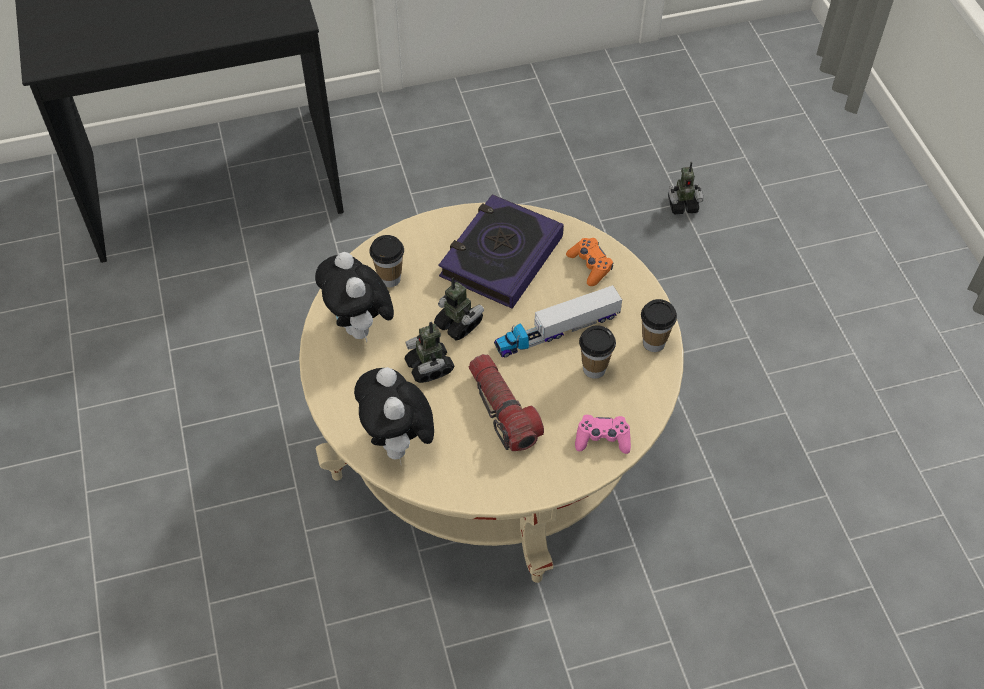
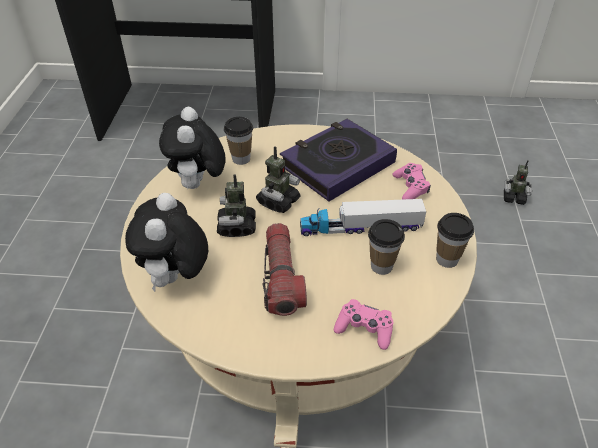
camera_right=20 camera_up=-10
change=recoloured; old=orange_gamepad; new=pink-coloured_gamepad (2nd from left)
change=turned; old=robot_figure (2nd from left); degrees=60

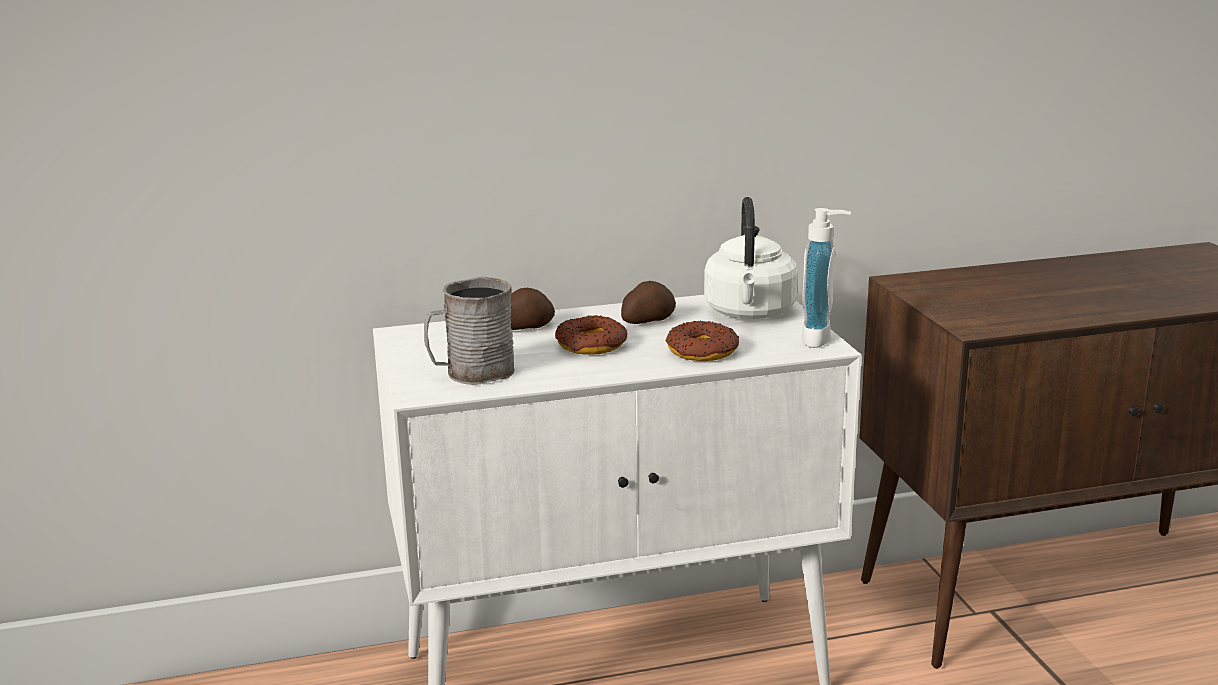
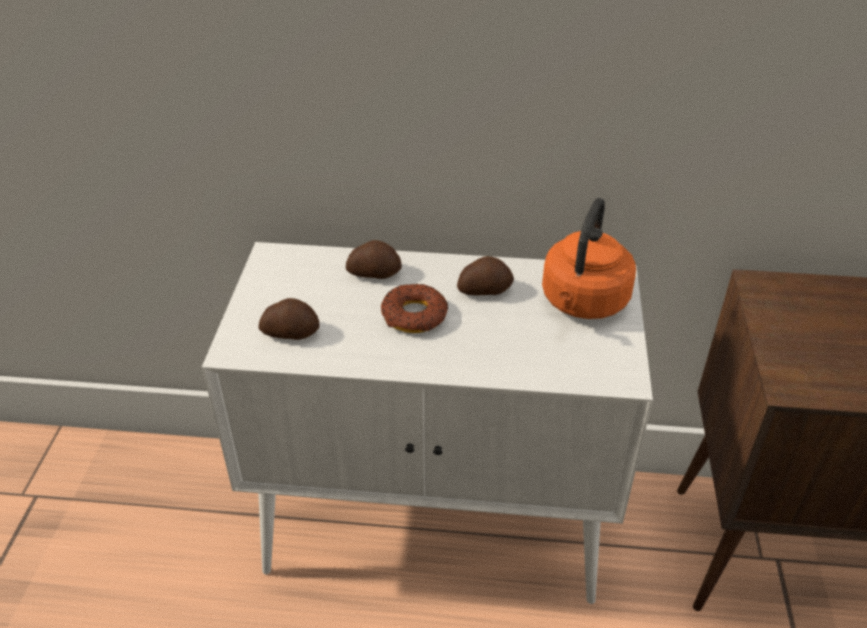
camera_right=20 camera_up=20
change=removed; old=donut (2nd from left)
change=removed; old=soap_dispenser
change=replaced; old=gray_coffee_mug; new=spud (1st from left)
change=recoloured; old=whitish_water_kettle; new=orange_water_kettle

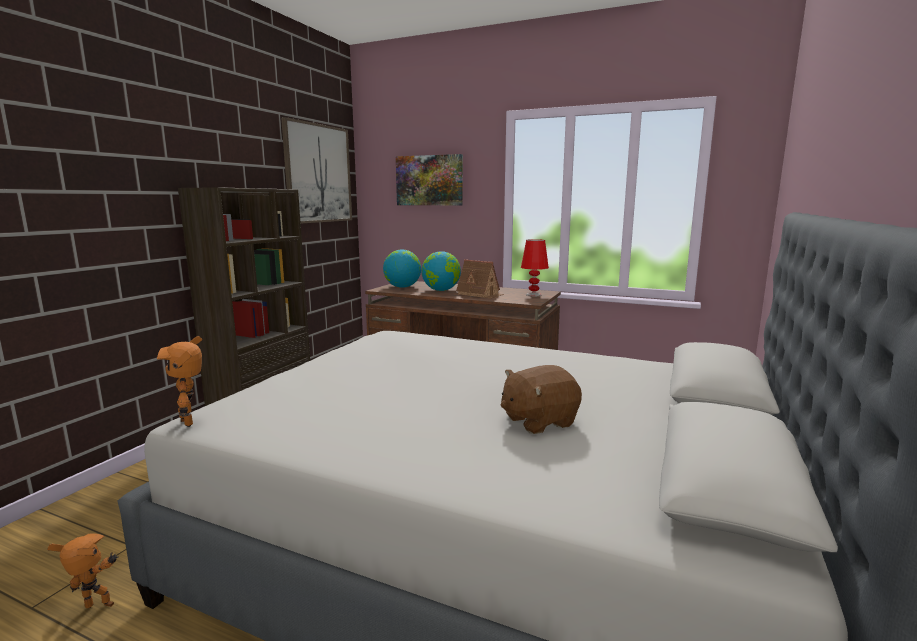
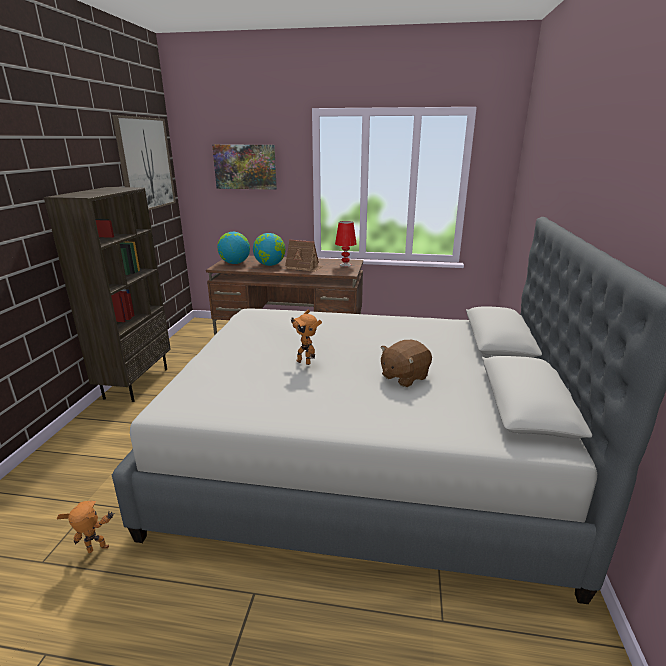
camera_right=-15 camera_up=10
change=moved; old=robot_figure (2nd from left)

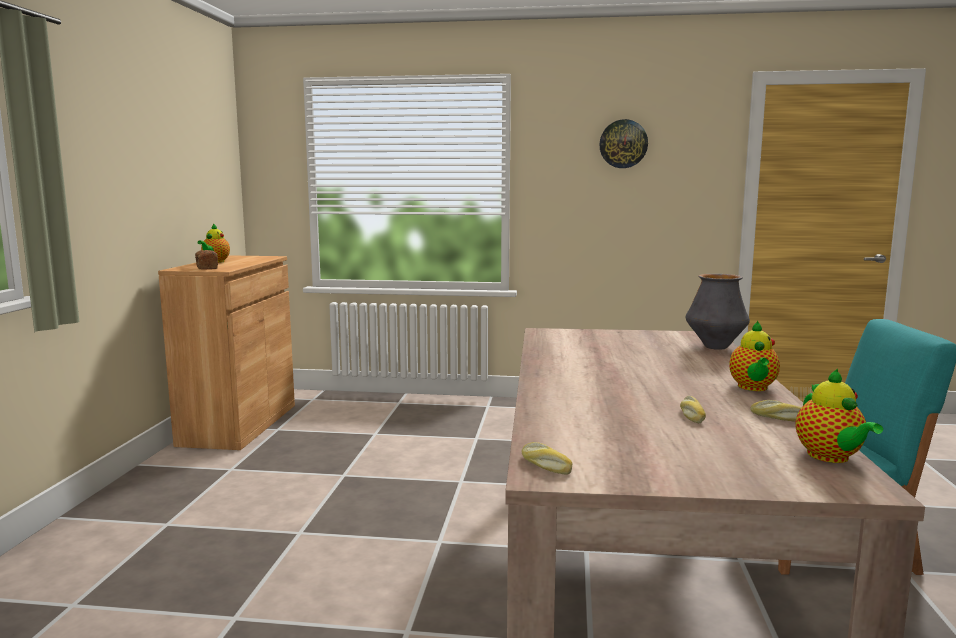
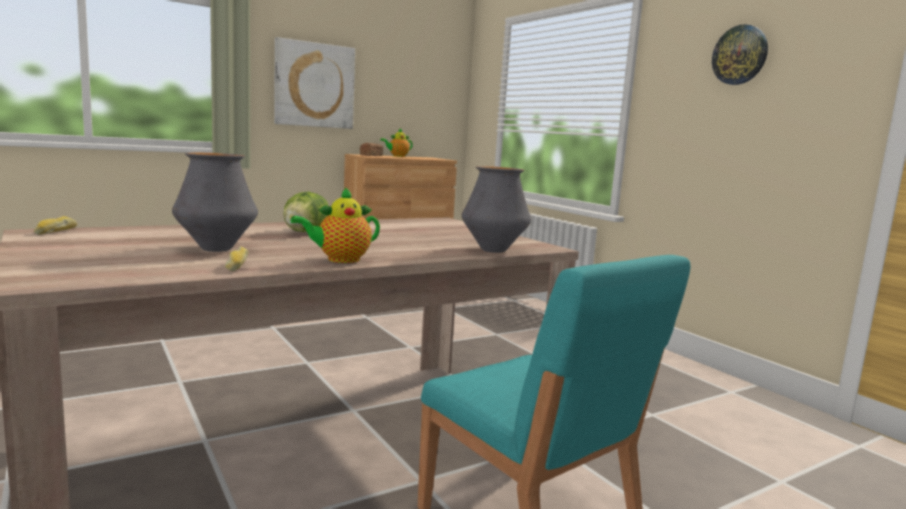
camera_right=50 camera_up=0
change=removed; old=tea_pot (3rd from left)
change=added; new=wall_art
change=added; new=lettuce
change=replaced; old=bakery_bread (3rd from left); new=vase (1st from left)

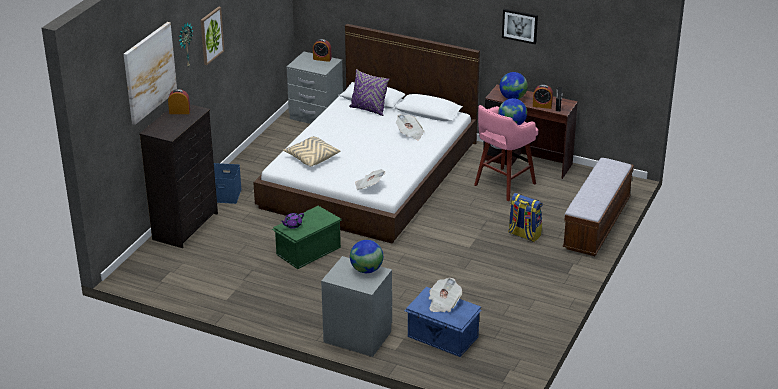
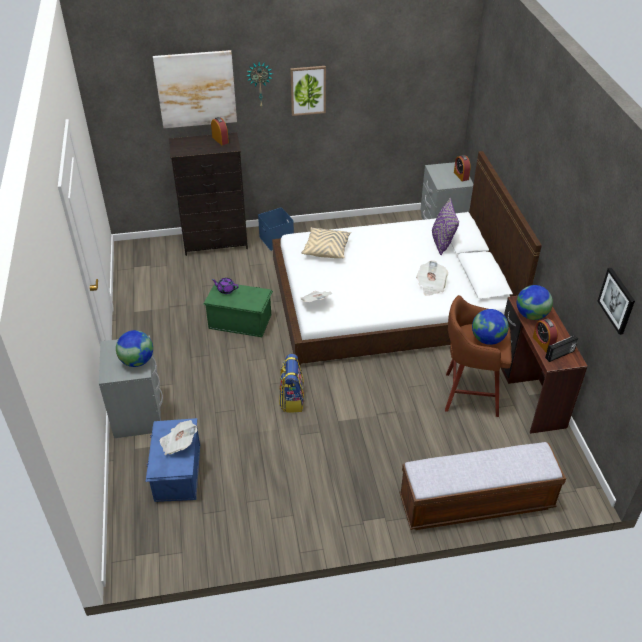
camera_right=55 camera_up=10
change=moved; old=wall_art (3rd from left)
change=moved; old=backpack
change=recoloured; old=pink-coloured_stool_seat; new=brown-coloured_stool_seat

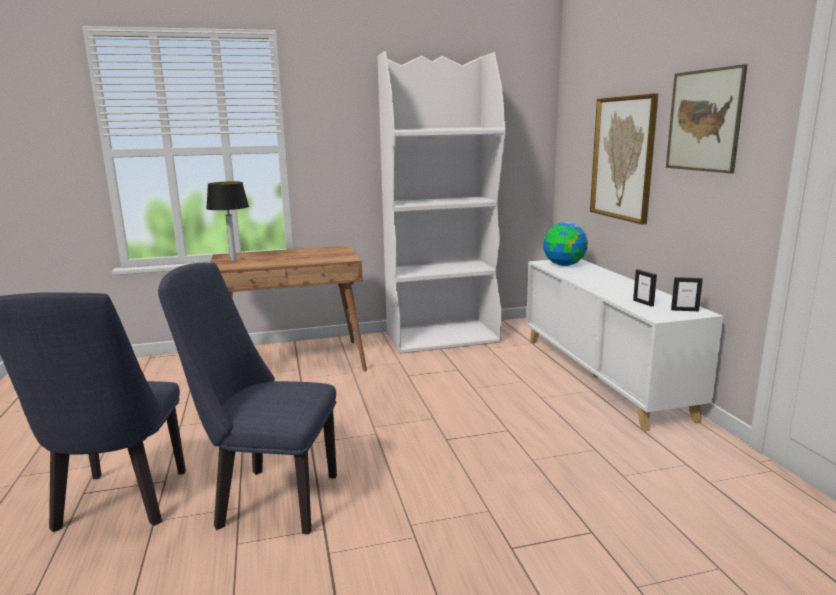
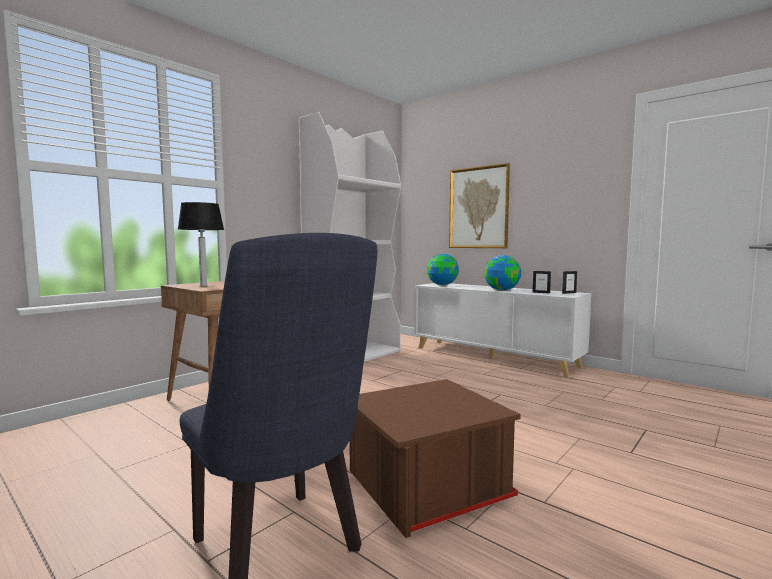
camera_right=-35 camera_up=-10
change=removed; old=wall_art (2nd from left)
change=added; new=desk_globe (2nd from left)
change=replaced; old=blue-coloured_upright_chair (2nd from left); new=brown-coloured_storage_box

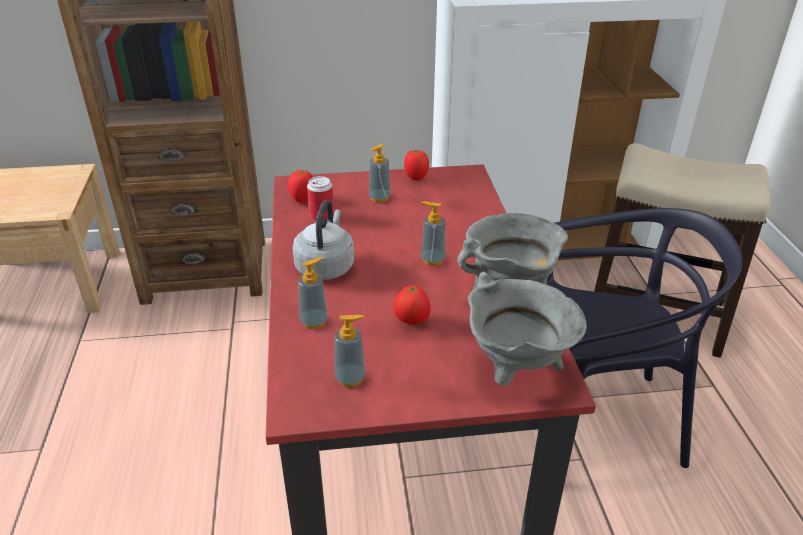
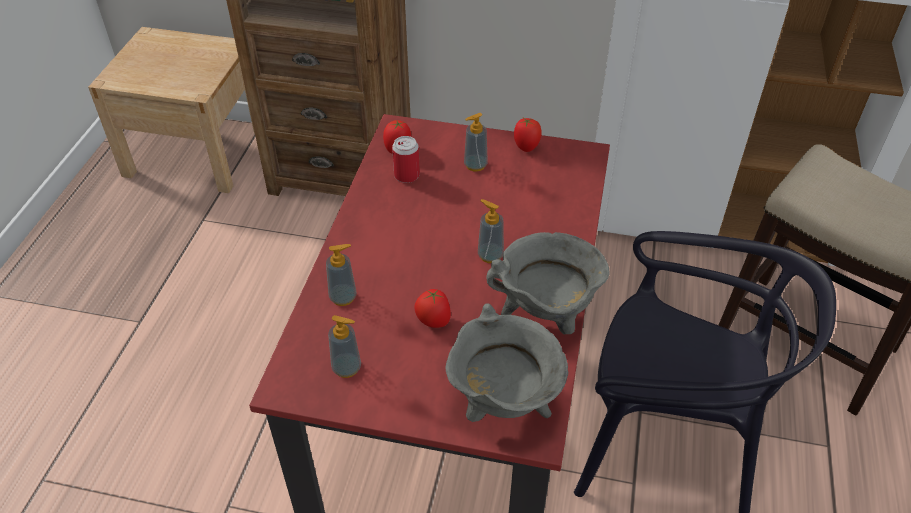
camera_right=20 camera_up=10
change=removed; old=gray_water_kettle

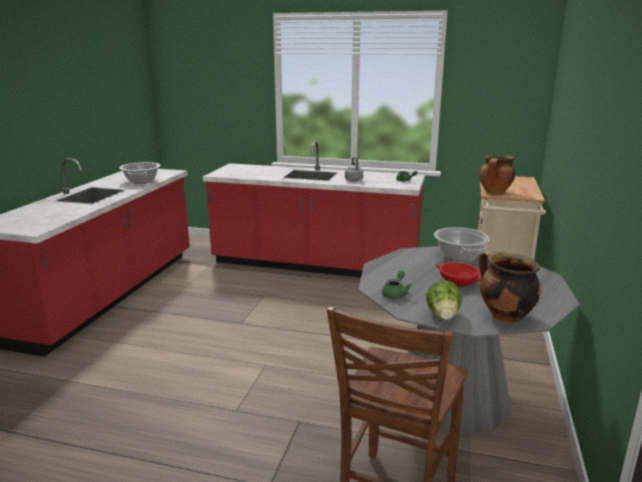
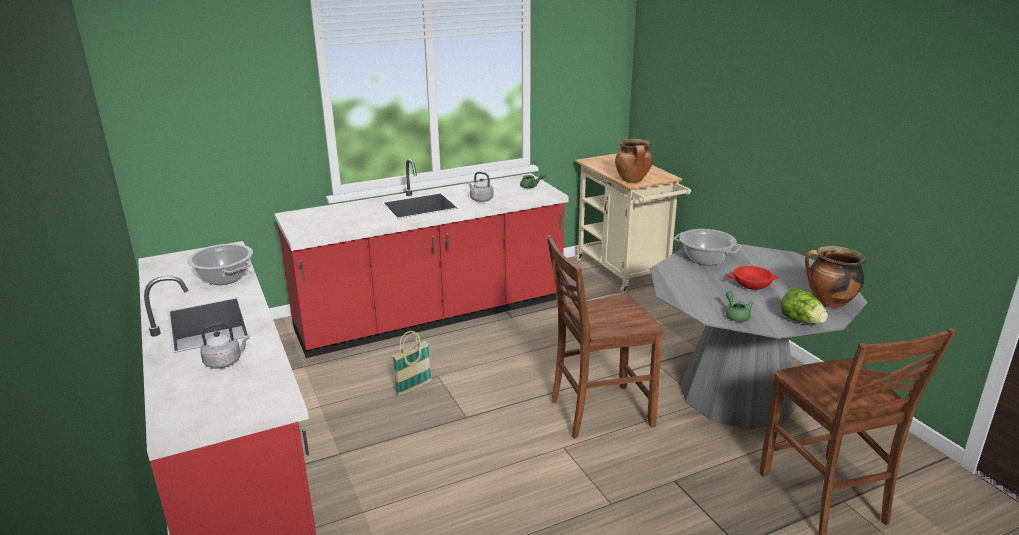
camera_right=-40 camera_up=5
change=added; new=gray_water_kettle (1st from left)
change=added; new=household_basket
change=added; new=brown-coloured_upright_chair (1st from left)

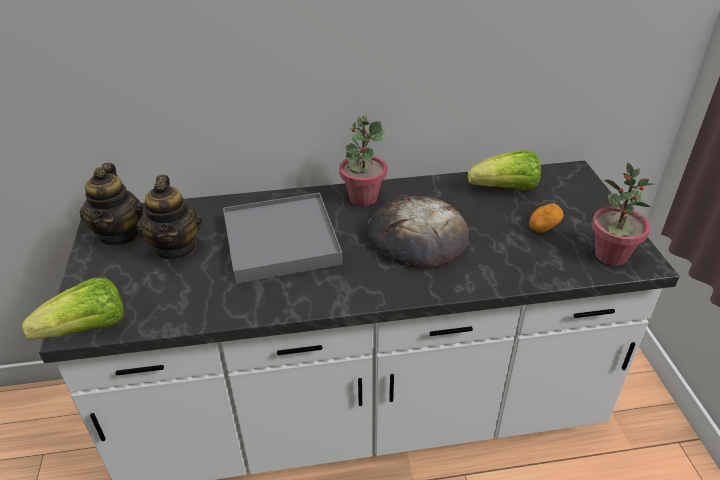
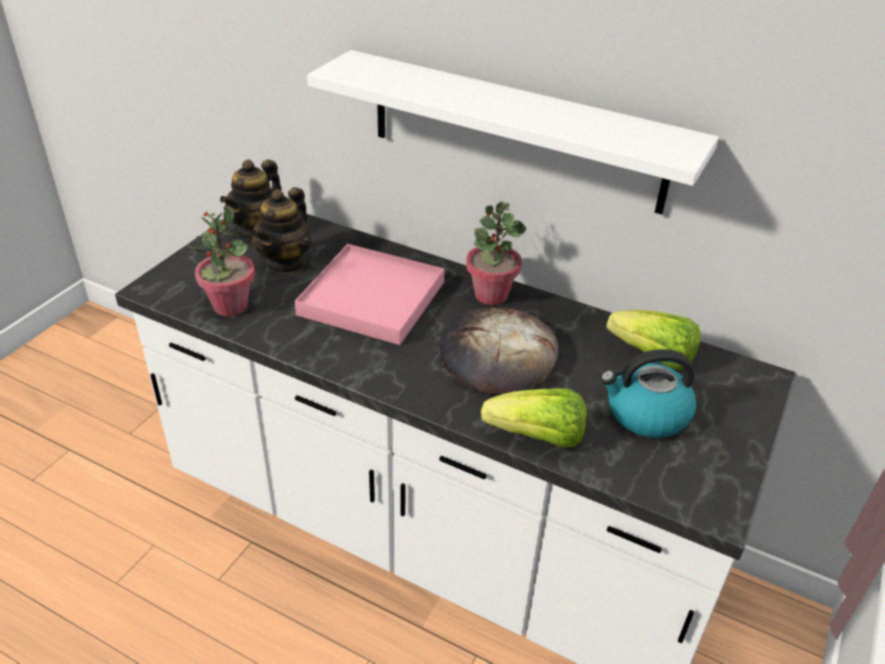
camera_right=35 camera_up=0
change=added; new=whitish_wall_shelf
change=moved; old=lettuce (1st from left)
change=moved; old=plant_in_a_pot (2nd from left in the first image); new=plant_in_a_pot (1st from left)
change=replaced; old=spud; new=water_kettle
change=recoloured; old=gray_serving_tray; new=pink-coloured_serving_tray

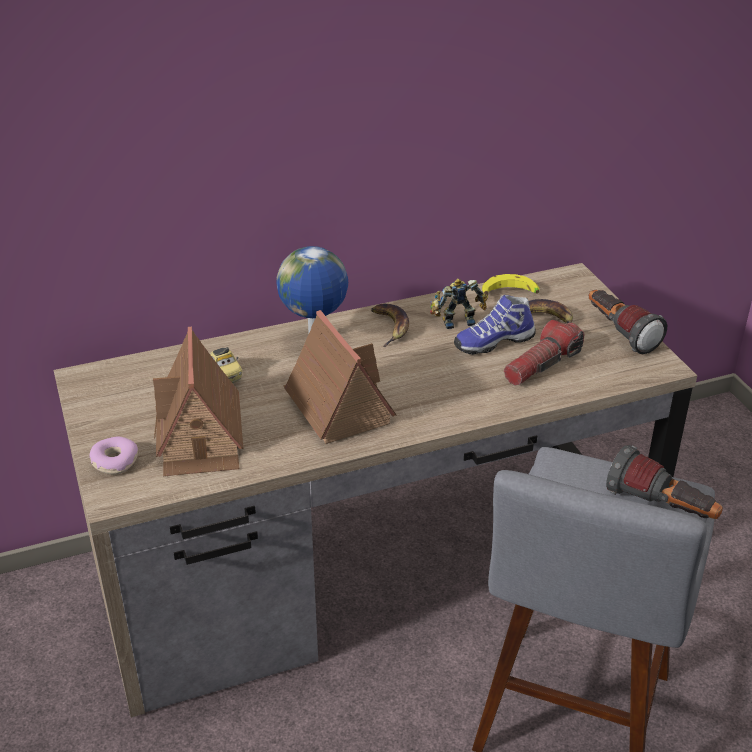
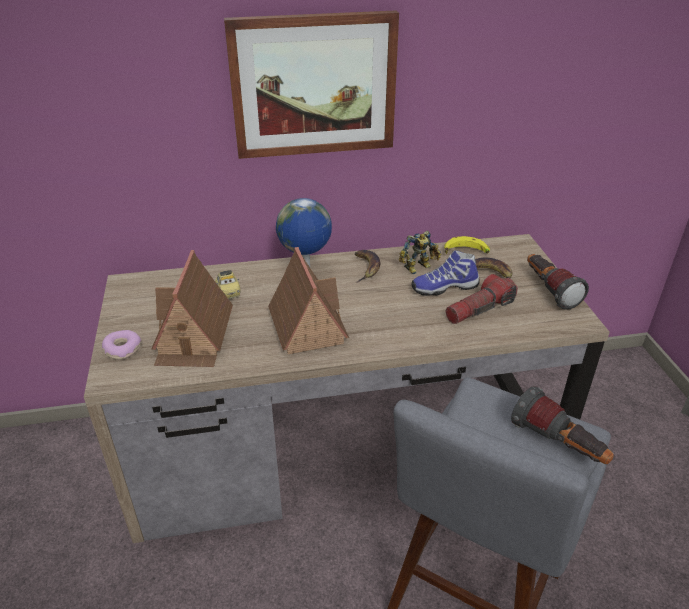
camera_right=10 camera_up=0
change=added; new=wall_art
change=turned; old=robot_figure; degrees=150

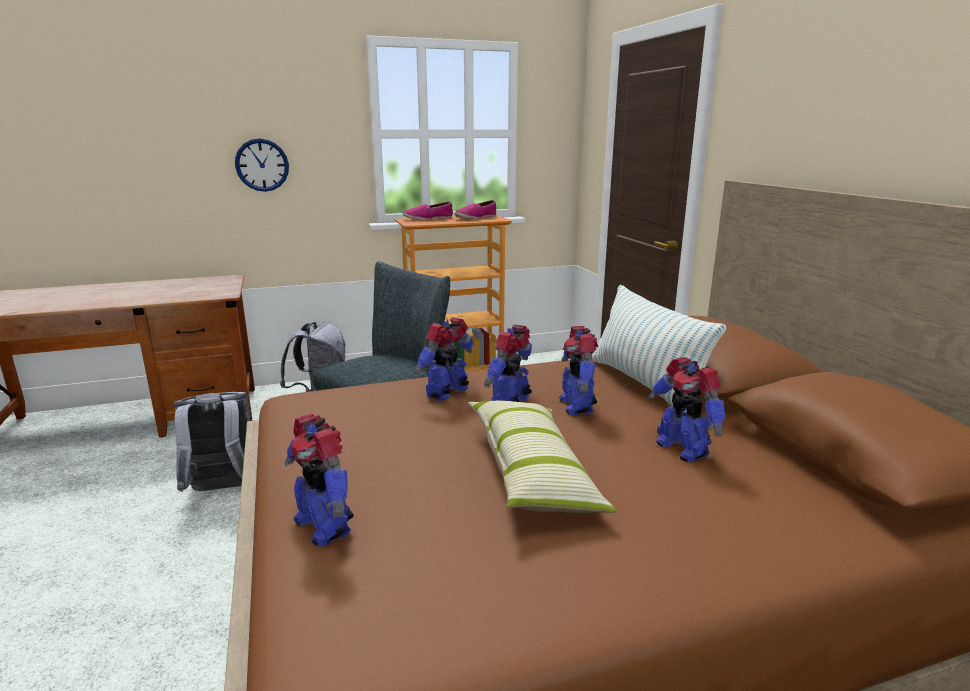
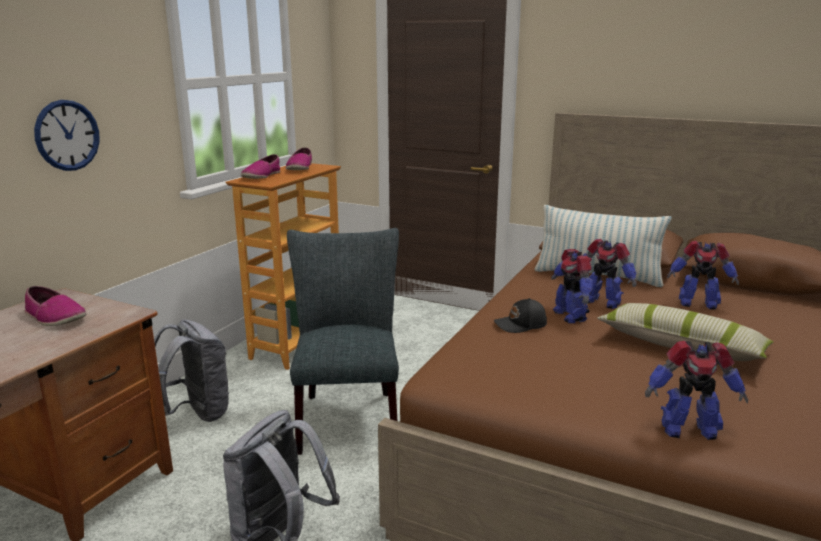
camera_right=-45 camera_up=0
change=added; new=low_shoe (1st from left)
change=replaced; old=robot_figure (2nd from left); new=blackish_baseball_cap

